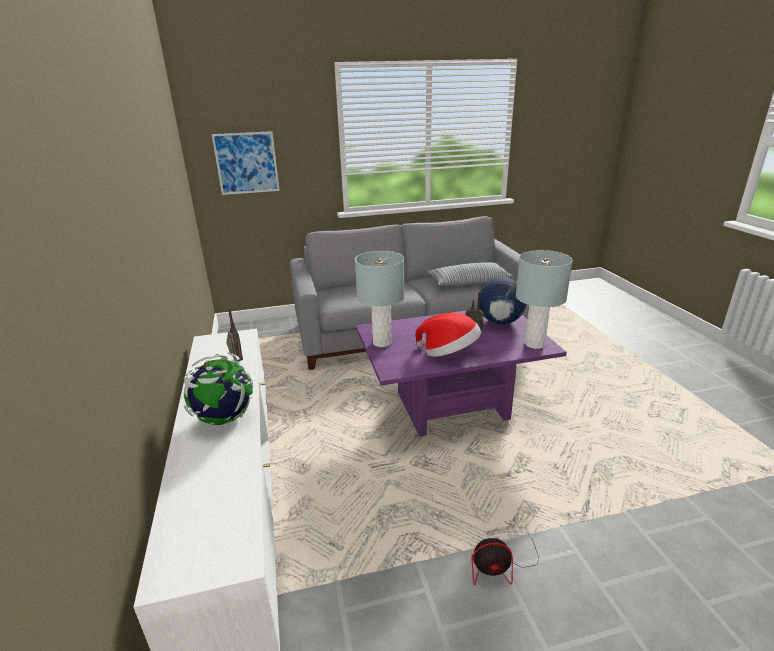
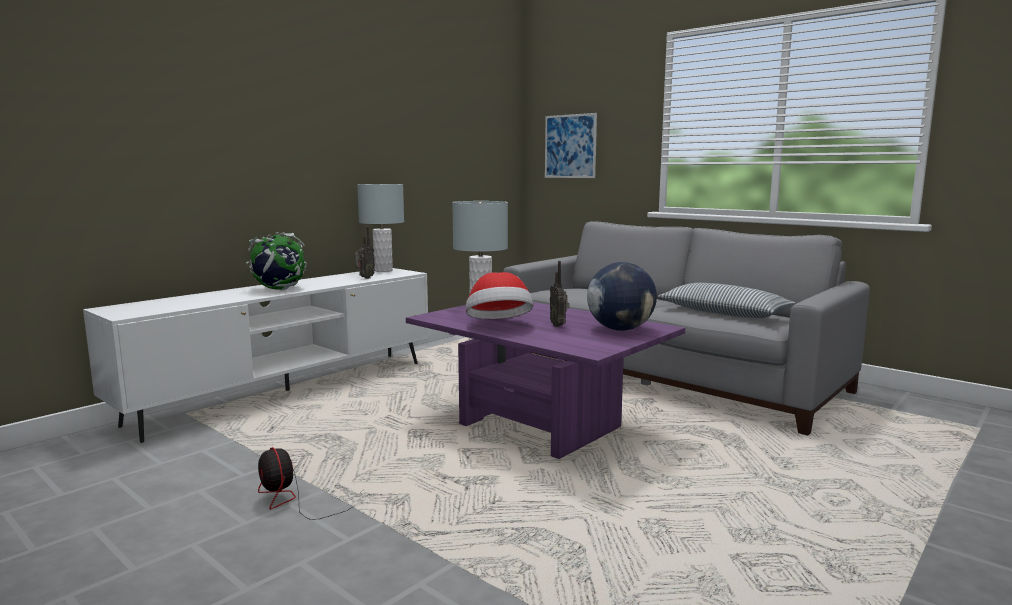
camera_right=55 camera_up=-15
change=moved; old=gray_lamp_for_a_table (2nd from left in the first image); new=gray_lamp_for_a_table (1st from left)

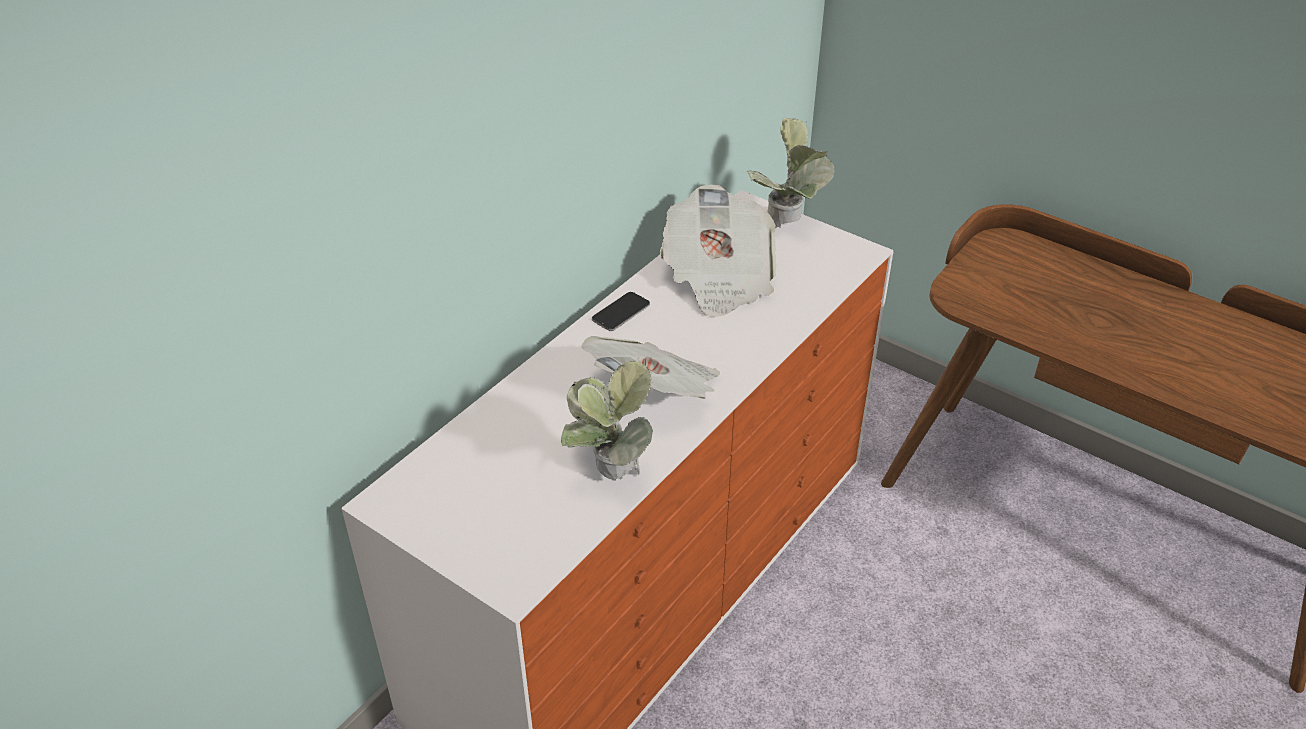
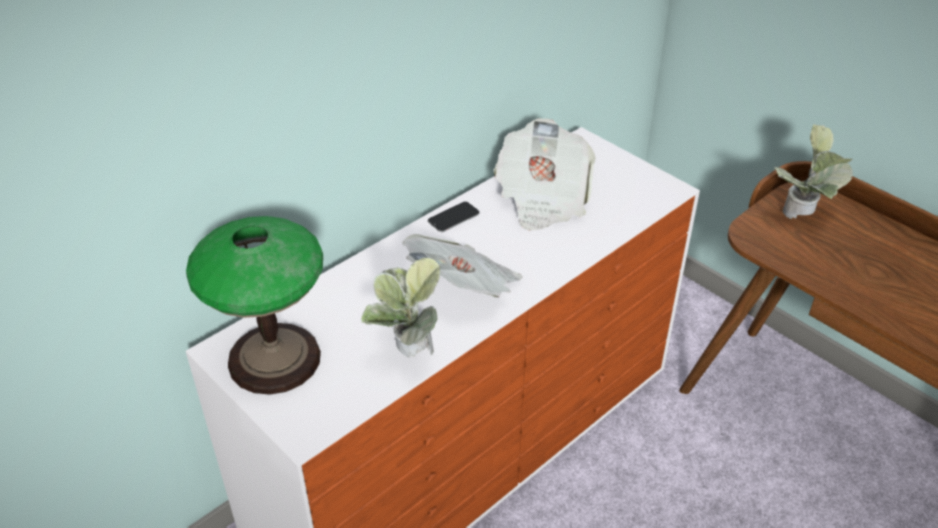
camera_right=10 camera_up=0
change=added; new=lamp_for_a_table
change=moved; old=plant_in_a_pot (2nd from left)

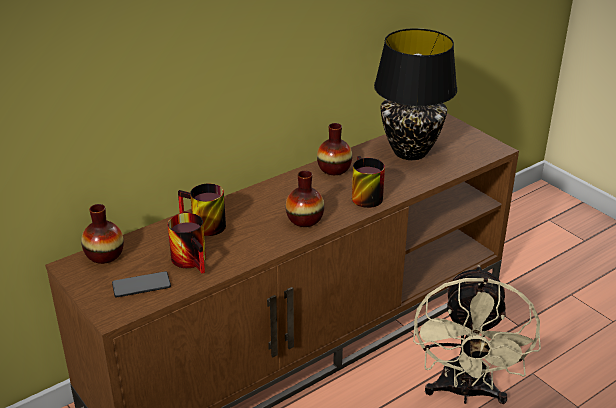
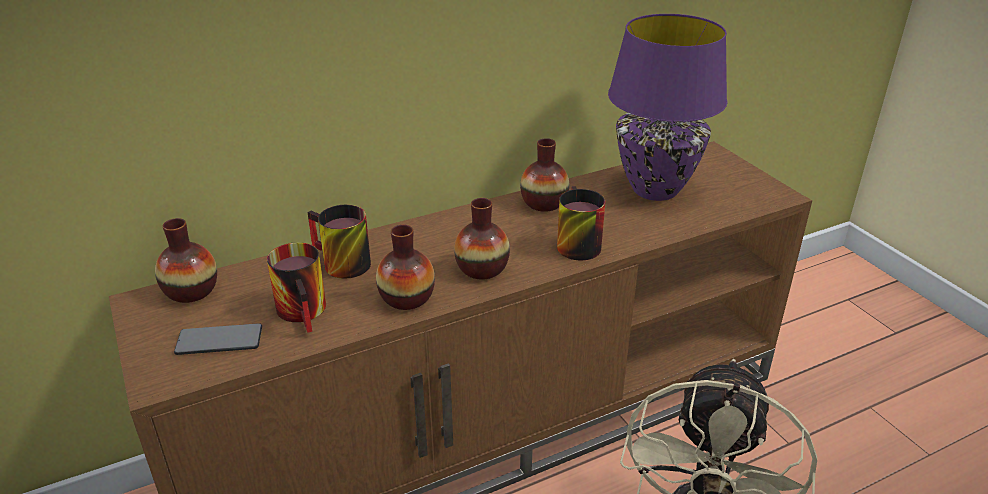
camera_right=10 camera_up=0
change=added; new=vase (2nd from left)
change=recoloured; old=blackish_lamp_for_a_table; new=purplish_lamp_for_a_table

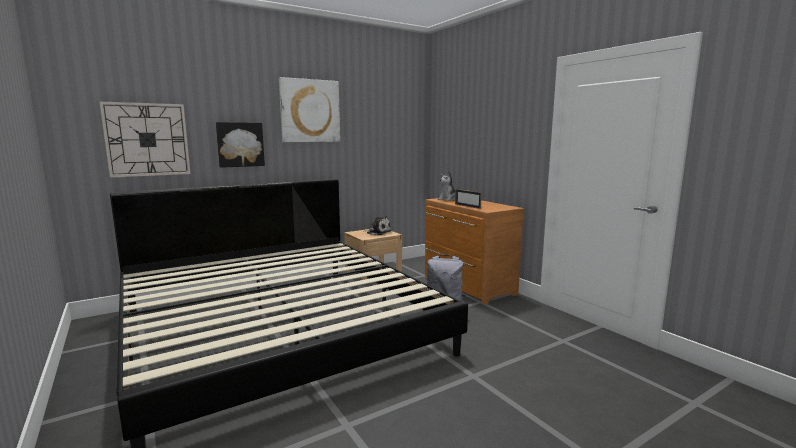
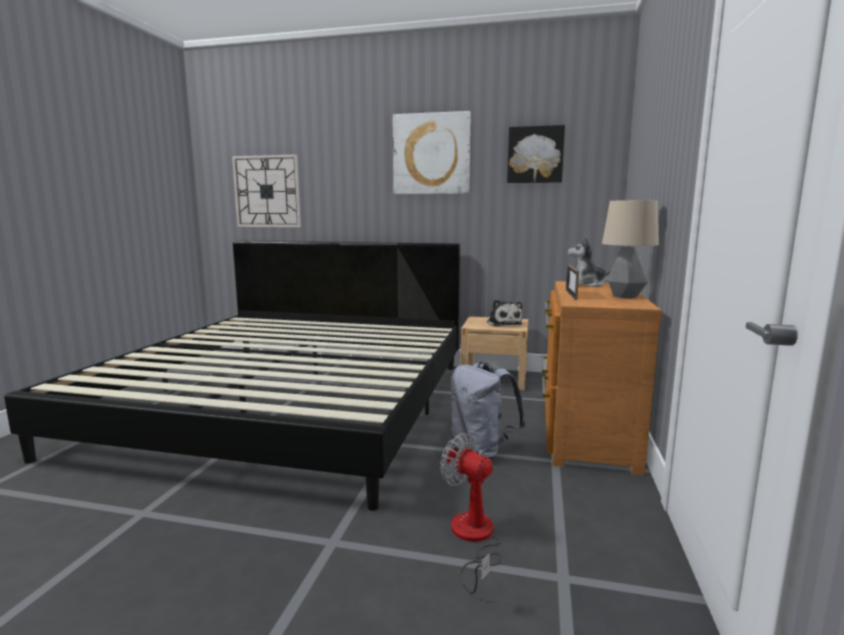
camera_right=45 camera_up=0
change=added; new=fan
change=added; new=lamp_for_a_table
change=moved; old=wall_art (1st from left in the first image); new=wall_art (2nd from left)

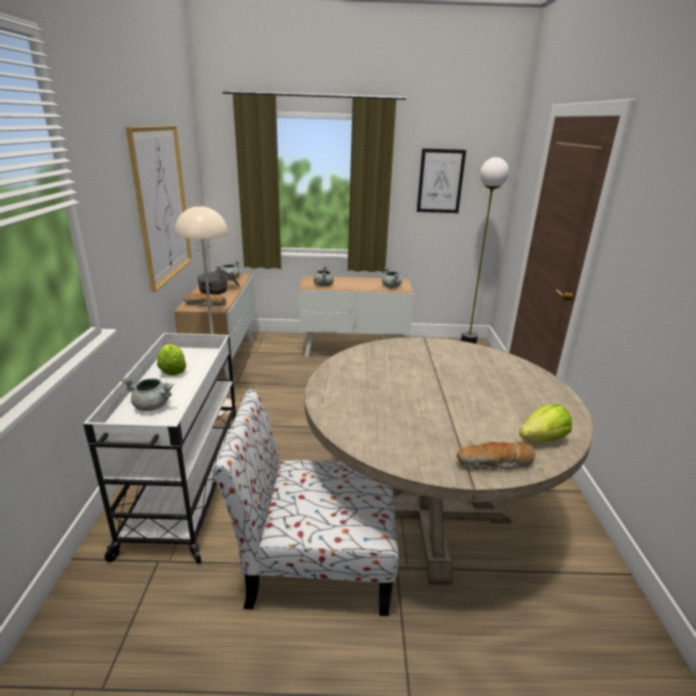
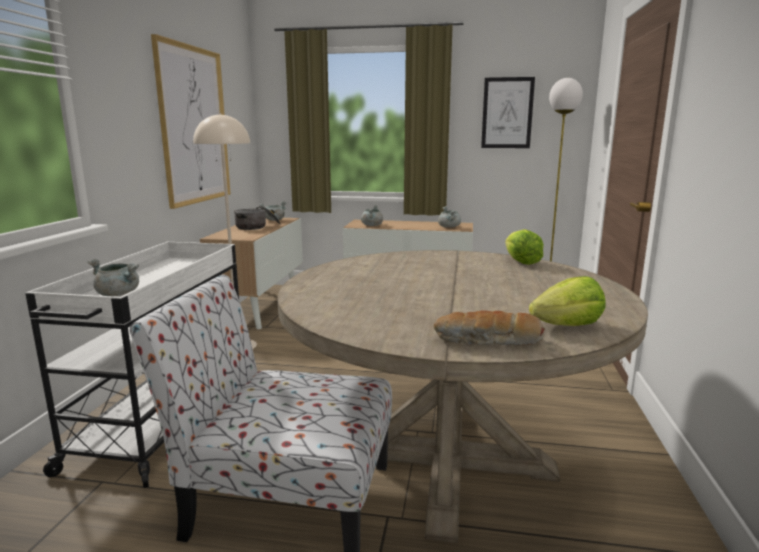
camera_right=10 camera_up=-10
change=removed; old=bakery_bread (1st from left)
change=moved; old=lettuce (1st from left)

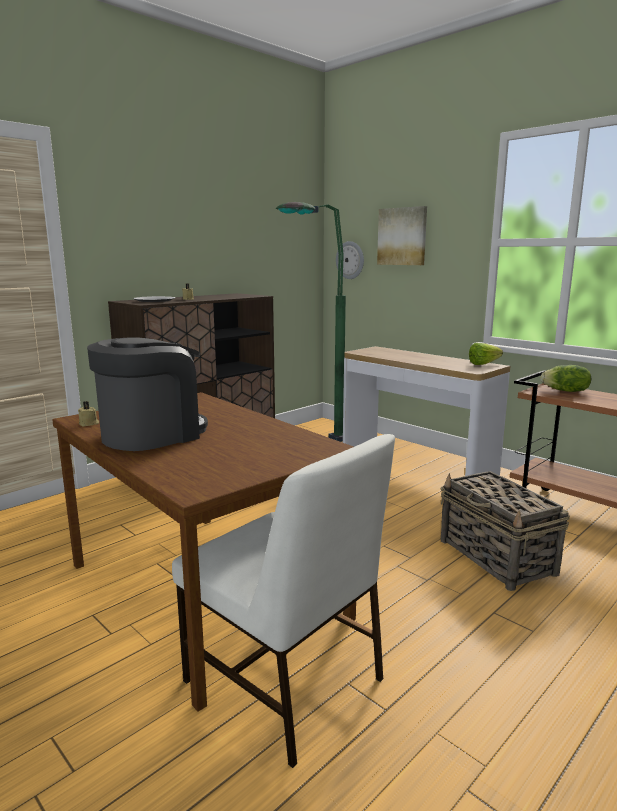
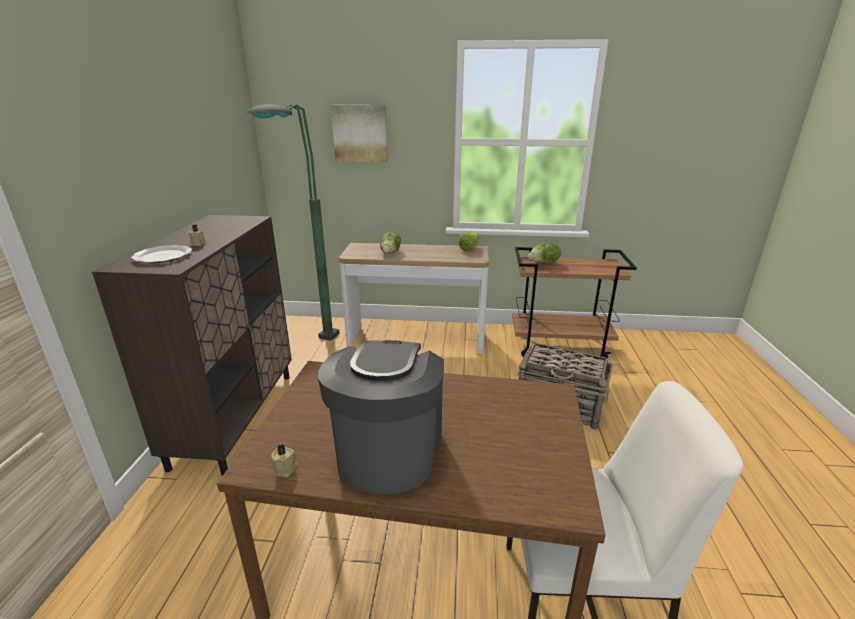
camera_right=-40 camera_up=10
change=removed; old=wall_clock
change=added; new=lettuce (1st from left)

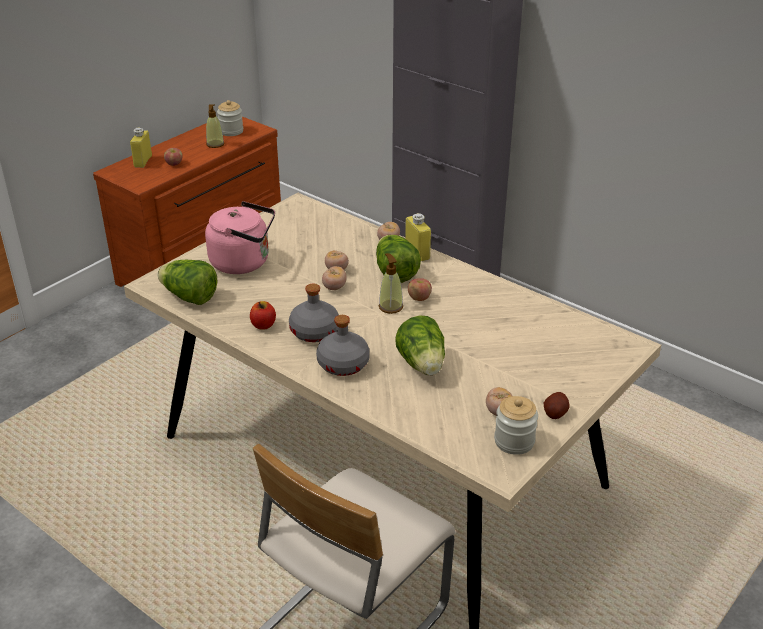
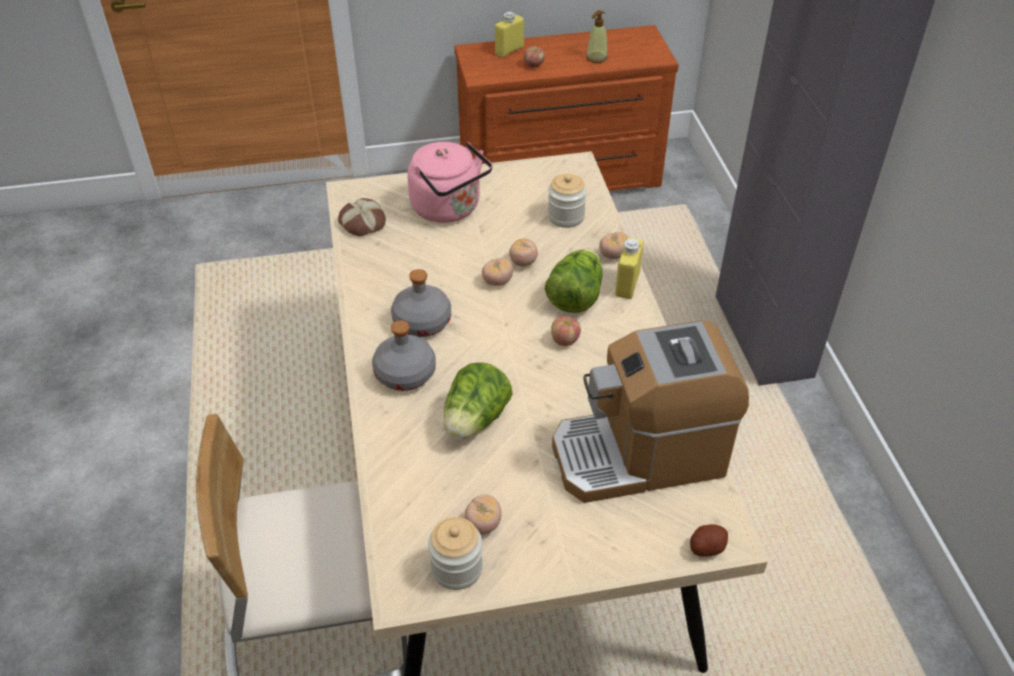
camera_right=40 camera_up=10
change=removed; old=apple_fruit (2nd from left)
change=removed; old=soap_dispenser (2nd from left)
change=added; new=coffee_machine
change=moved; old=storage_jar (1st from left in the first image); new=storage_jar (2nd from left)
change=moved; old=spud
change=replaced; old=lettuce (1st from left); new=bakery_bread

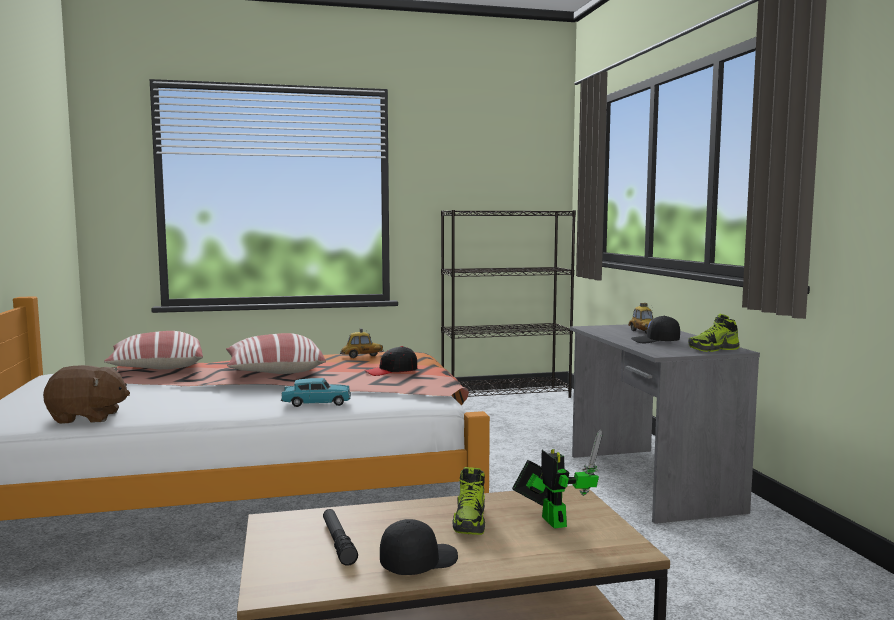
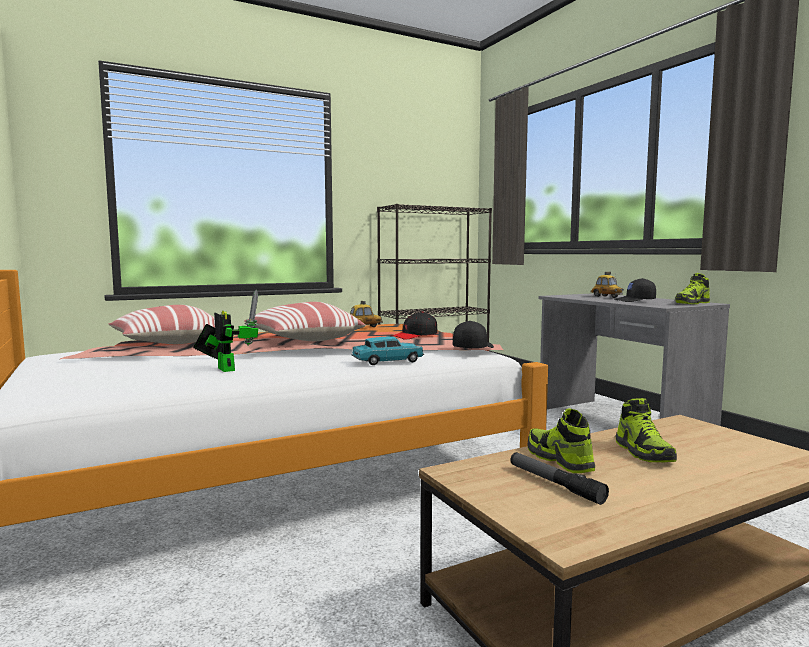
camera_right=-15 camera_up=0
change=removed; old=brown-coloured_plush_toy
change=added; new=low_shoe (1st from left)
change=moved; old=blackish_baseball_cap (2nd from left)
change=moved; old=robot_figure

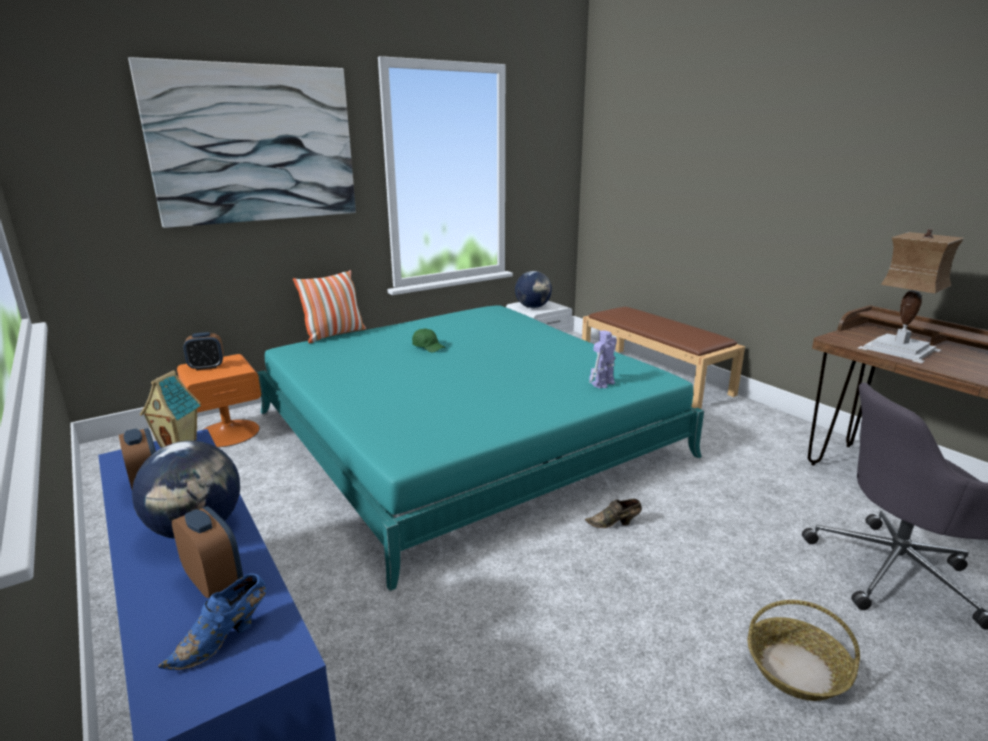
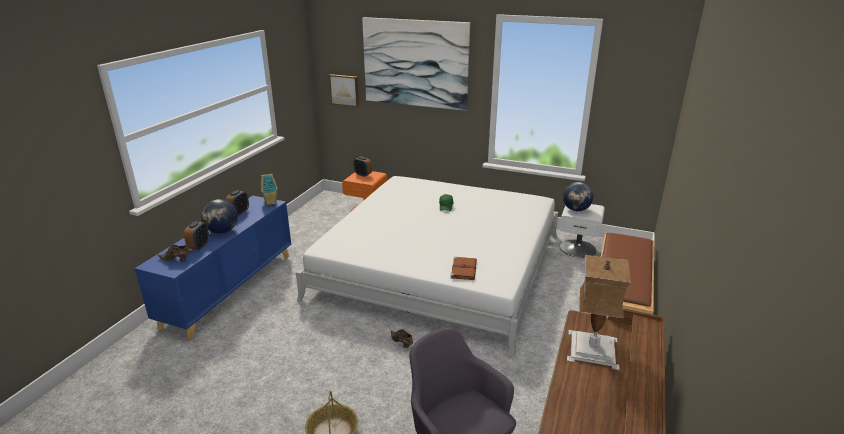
camera_right=55 camera_up=5
change=removed; old=cushion
change=added; new=wall_art (1st from left)
change=replaced; old=robot_figure; new=brown-coloured_bound_book
change=recoloured; old=blue-coloured_low_shoe; new=brown-coloured_low_shoe (1st from left)
change=recoloured; old=blue-green_bed; new=whitish_bed

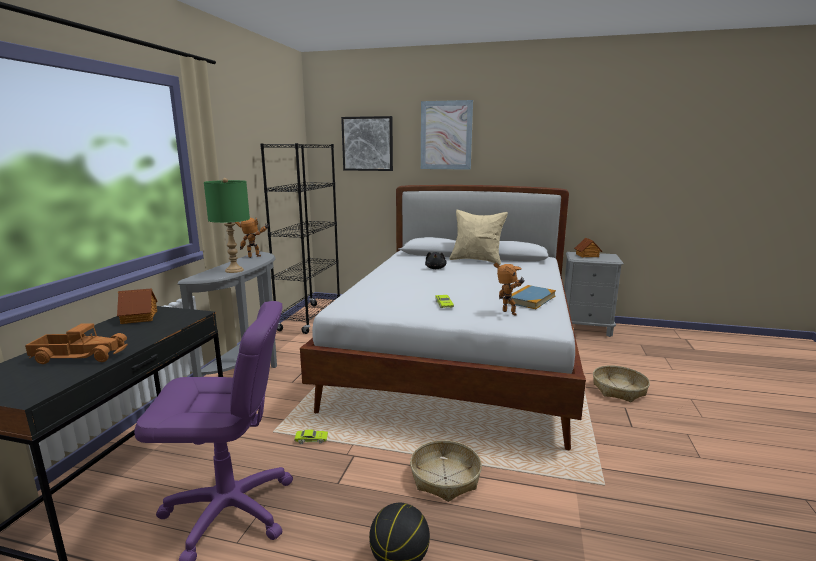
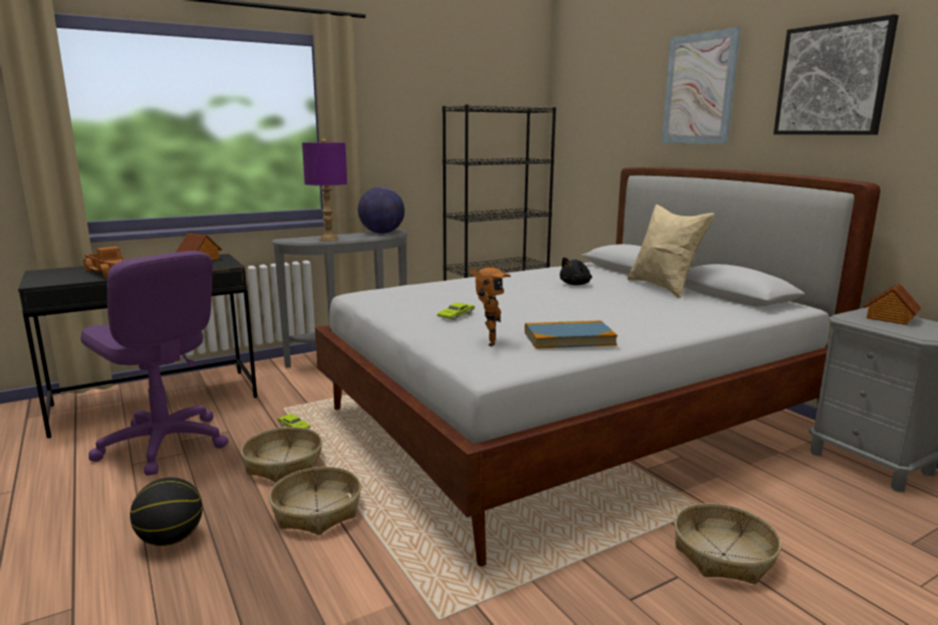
camera_right=45 camera_up=0
change=added; new=household_basket (1st from left)
change=moved; old=wall_art (1st from left in the first image); new=wall_art (2nd from left)
change=replaced; old=robot_figure (1st from left); new=desk_globe
change=recoloured; old=greenish_lamp_for_a_table; new=purplish_lamp_for_a_table

